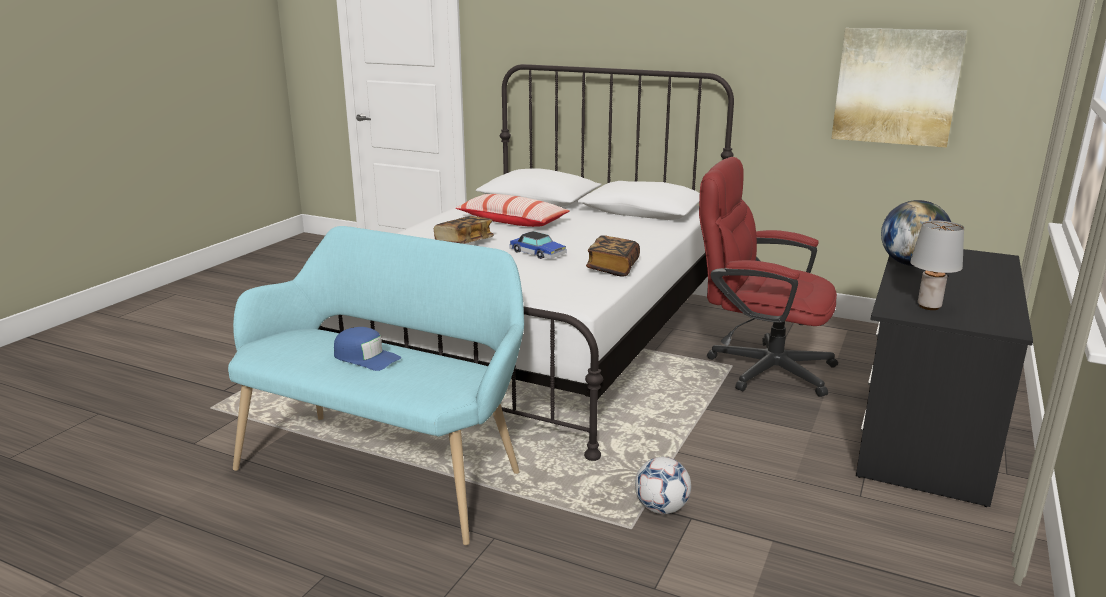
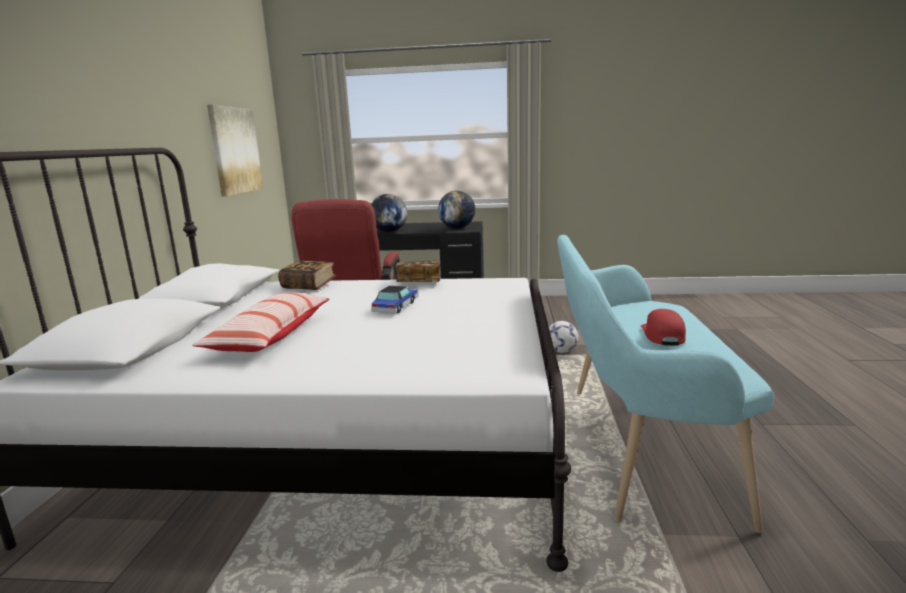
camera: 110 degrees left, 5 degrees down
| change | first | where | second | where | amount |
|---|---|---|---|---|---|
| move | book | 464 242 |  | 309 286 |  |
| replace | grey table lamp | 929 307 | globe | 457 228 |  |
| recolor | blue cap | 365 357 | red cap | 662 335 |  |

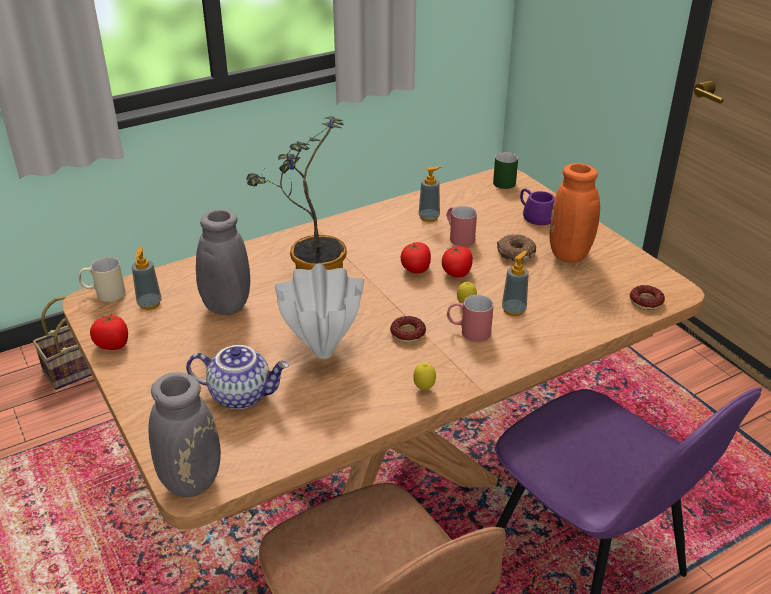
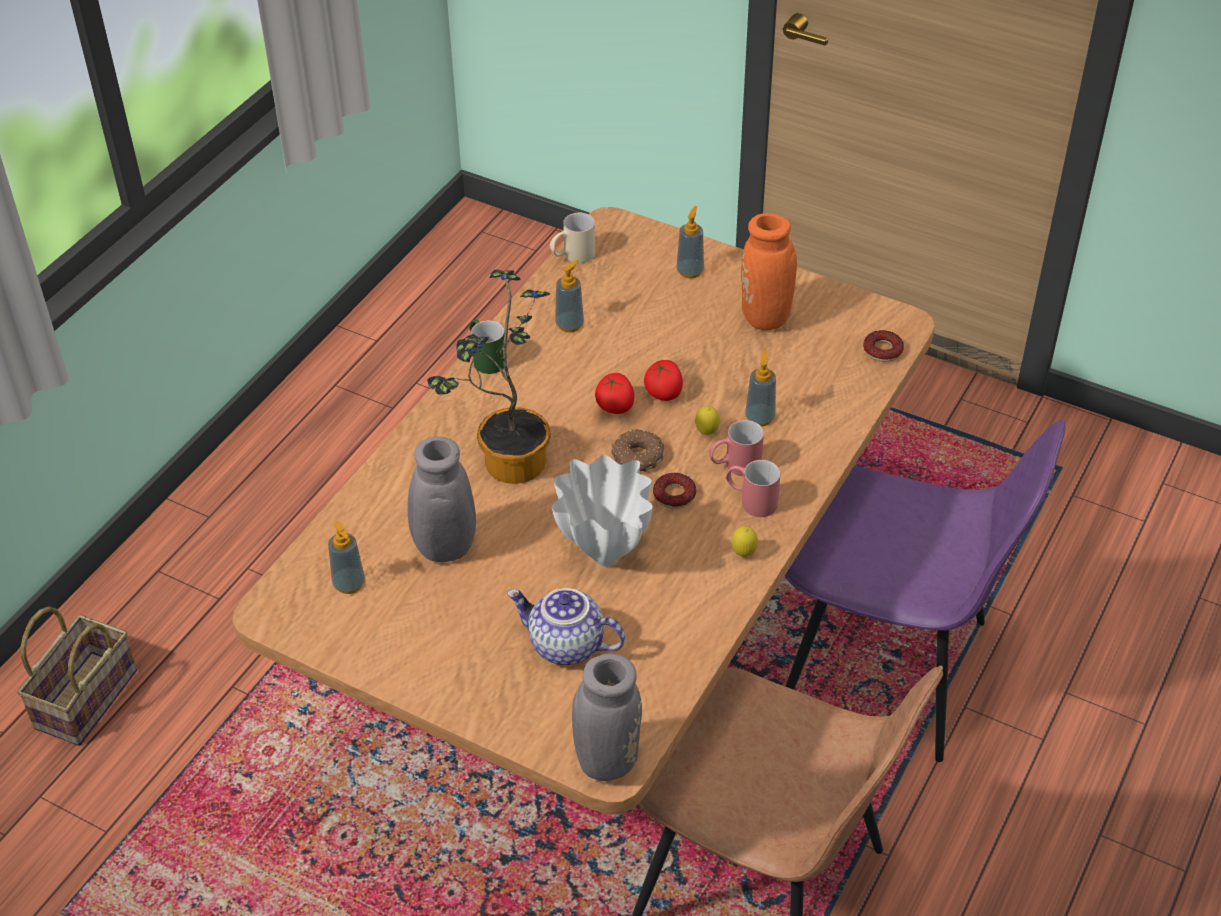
camera: 30 degrees left, 10 degrees up
| change | first | where | second | where | amount |
|---|---|---|---|---|---|
| delete | tomato | 113 344 |  |  |  |
| move | beige mug | 103 294 |  | 572 256 |  |
| move | red mug | 458 237 |  | 751 500 |  |
| move | green mug | 503 180 |  | 486 357 |  |
| move | donut | 515 253 |  | 637 457 |  |
| replace | purple mug | 538 214 | soap dispenser | 690 271 |  |
| rotate | teapot | 241 394 |  | 565 646 | 135 degrees counterclockwise |

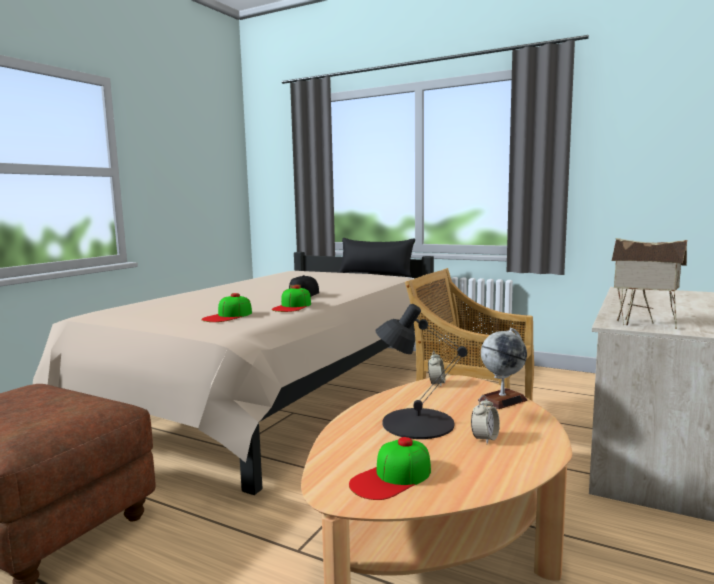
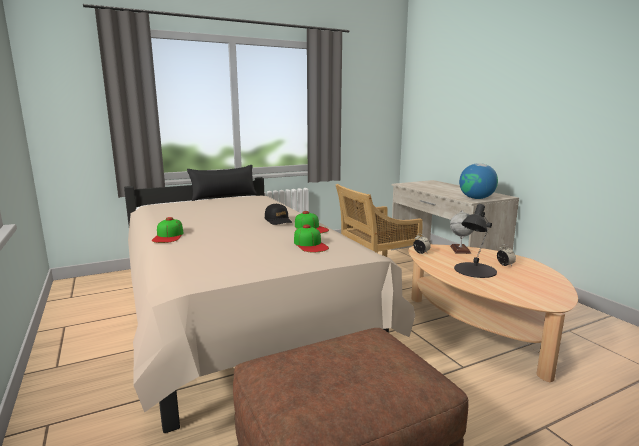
camera: 55 degrees left, 5 degrees up
| change | first | where | second | where | amount |
|---|---|---|---|---|---|
| move | cap | 392 477 |  | 168 236 |  |
| replace | toy house | 644 324 | globe | 476 198 |  |

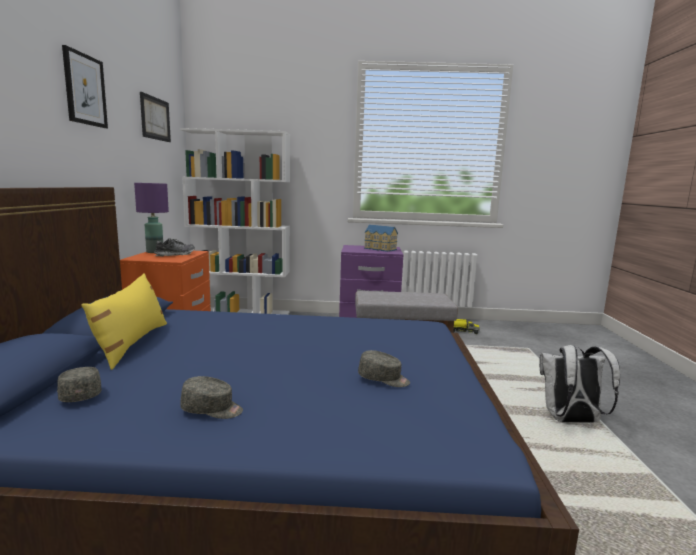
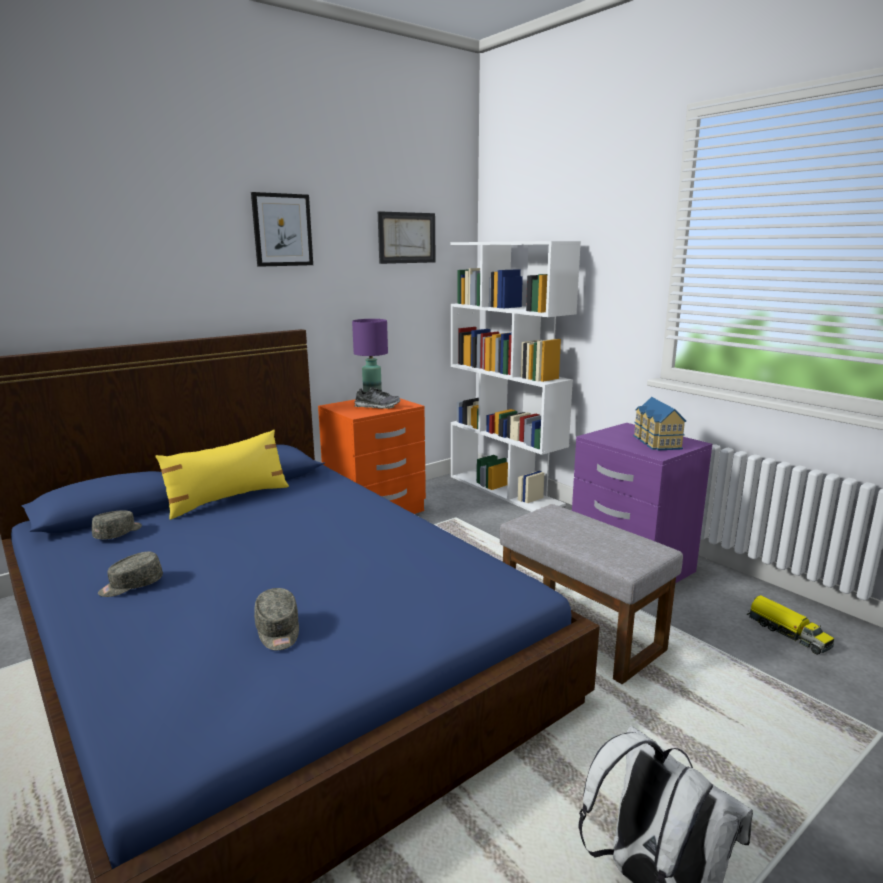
camera: 50 degrees right, 5 degrees up
| change | first | where | second | where | amount |
|---|---|---|---|---|---|
| rotate | grey cap | 212 409 |  | 131 585 | 90 degrees clockwise |

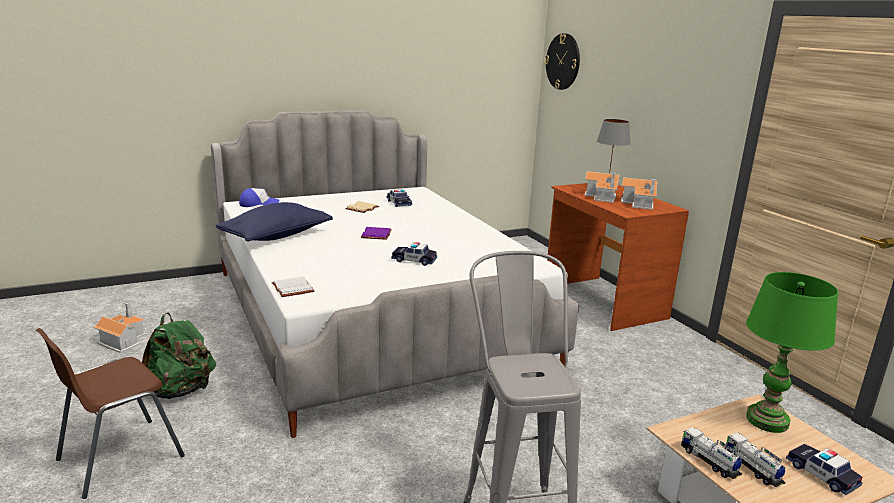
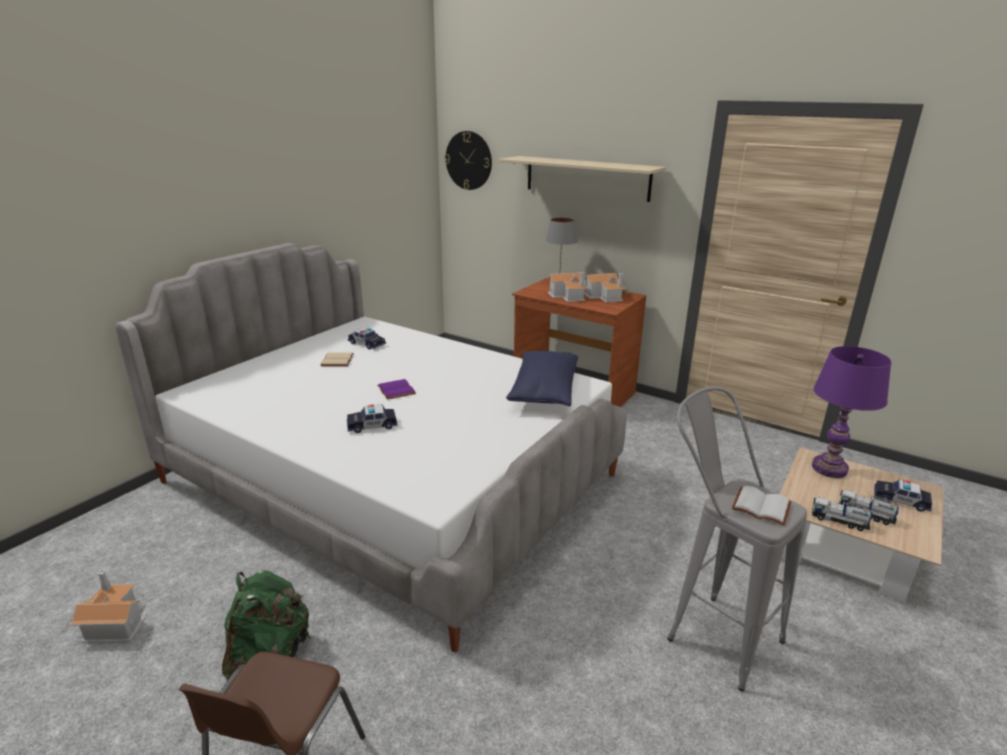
camera: 30 degrees left, 5 degrees up
| change | first | where | second | where | amount |
|---|---|---|---|---|---|
| delete | cap | 259 204 |  |  |  |
| insert |  |  | beige shelf | 587 178 |  |
| move | blue pillow | 276 236 |  | 544 391 |  |
| move | white book | 291 288 |  | 760 507 |  |
| move | toy car | 414 260 |  | 372 425 |  |
| recolor | green table lamp | 766 421 | purple table lamp | 829 469 |  |

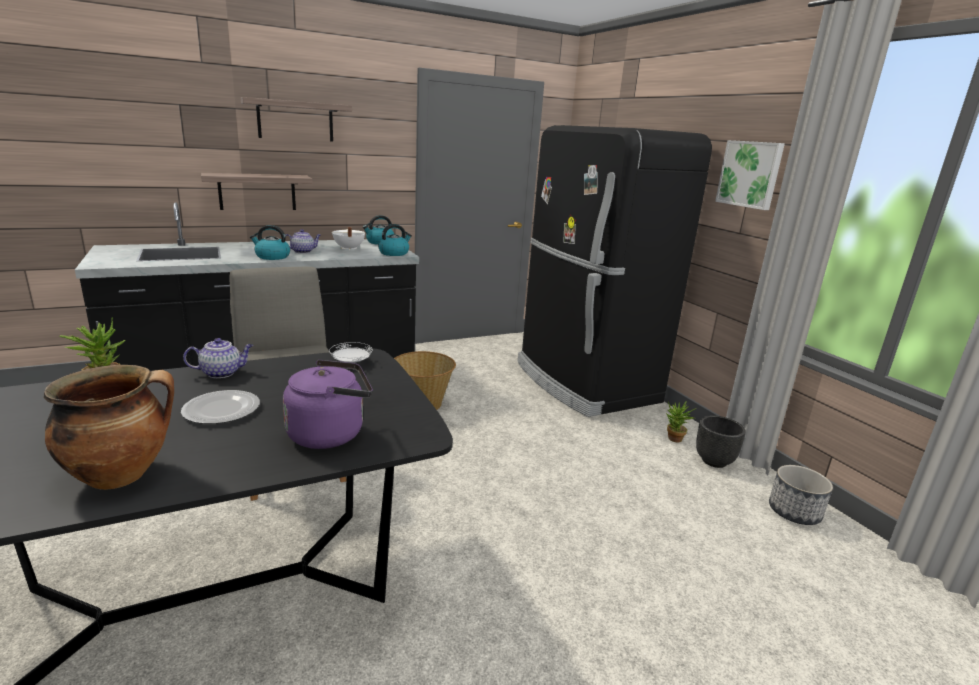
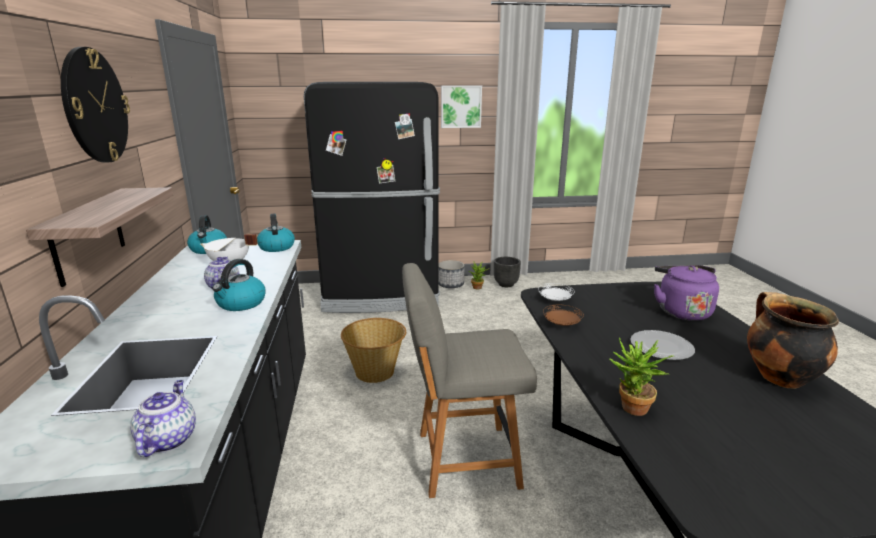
camera: 70 degrees left, 0 degrees up
| change | first | where | second | where | amount |
|---|---|---|---|---|---|
| insert |  |  | brown plate | 561 324 |  |
| move | teapot | 222 373 |  | 168 439 |  |
| move | planter | 793 512 |  | 450 285 |  |
| replace | shelf | 295 120 | wall clock | 95 106 |  |

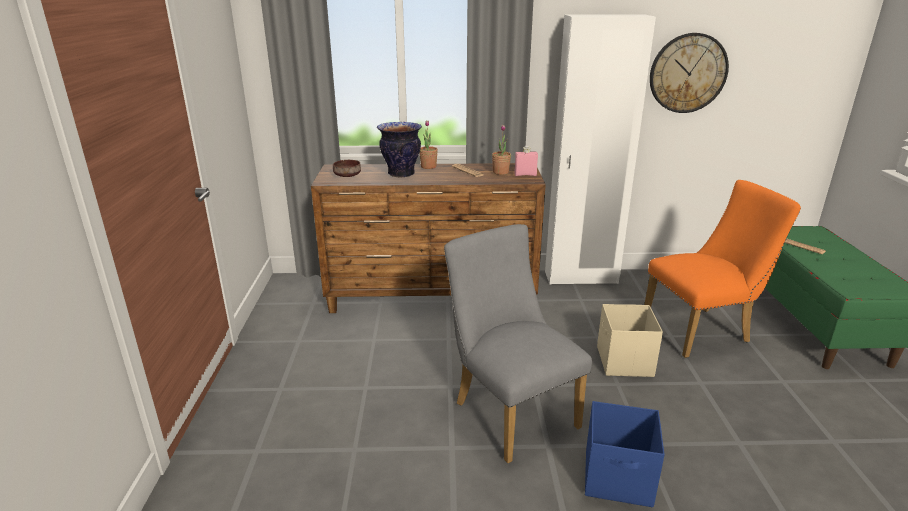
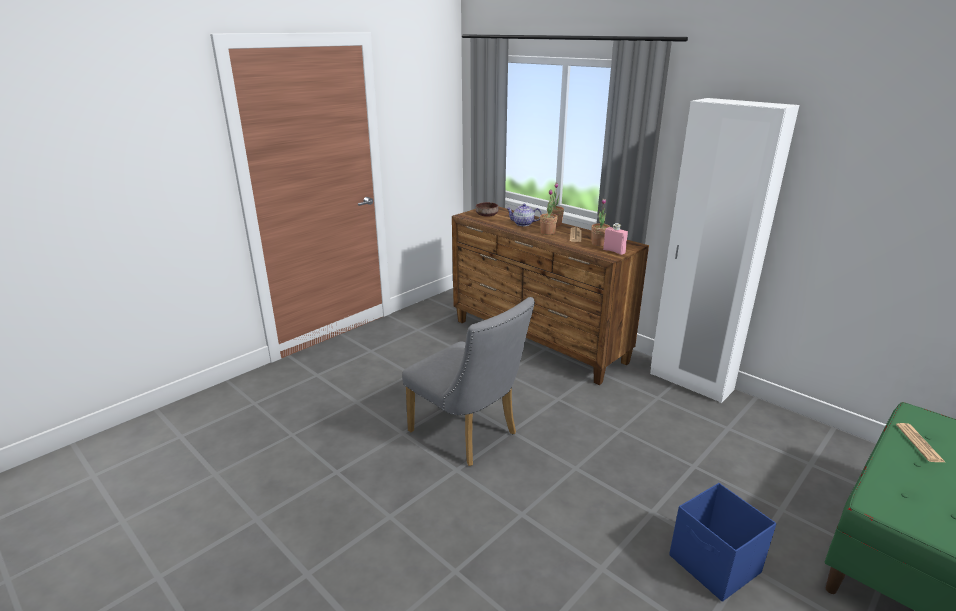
camera: 45 degrees right, 0 degrees up
| change | first | where | second | where | amount |
|---|---|---|---|---|---|
| delete | beige storage box | 624 362 |  |  |  |
| delete | orange chair | 702 331 |  |  |  |
| delete | wall clock | 688 73 |  |  |  |
| insert |  |  | potted plant | 547 232 |  |
| move | blue storage box | 619 479 |  | 714 565 |  |
| replace | vase | 401 174 | teapot | 523 224 |  |
| rotate | grey chair | 510 410 |  | 469 436 | 120 degrees clockwise |

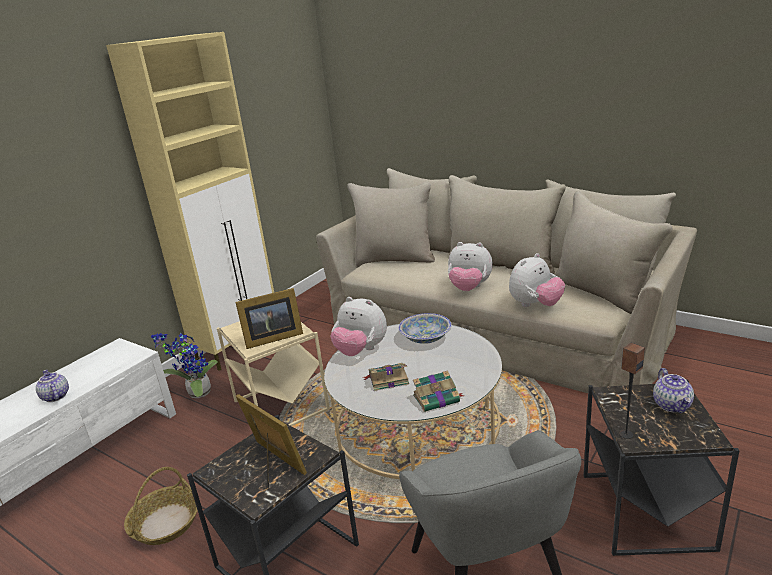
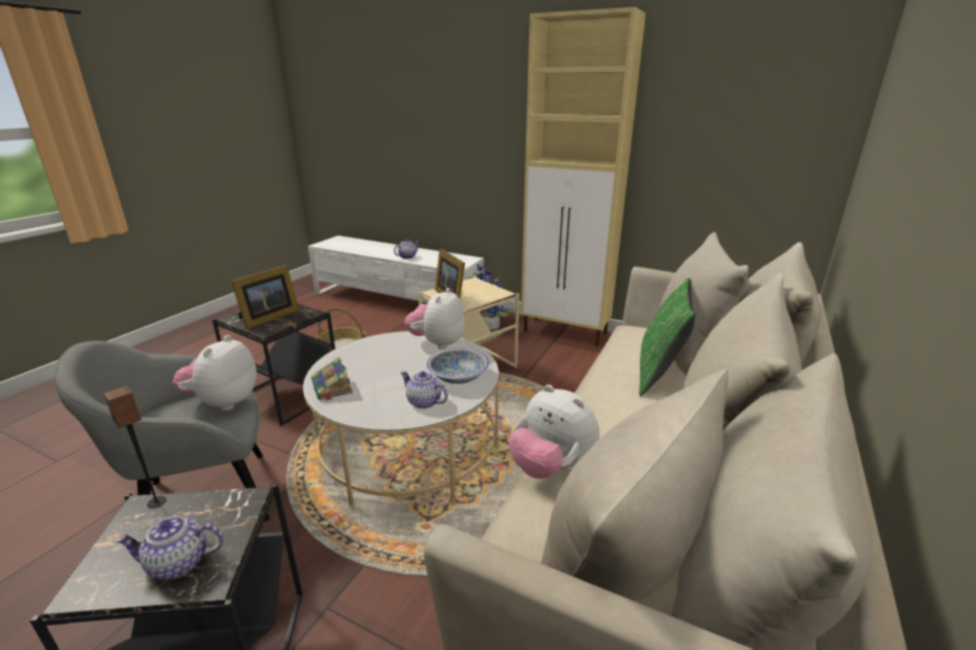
camera: 80 degrees right, 0 degrees up
| change | first | where | second | where | amount |
|---|---|---|---|---|---|
| delete | book | 387 379 |  |  |  |
| insert |  |  | teapot | 423 402 |  |
| insert |  |  | green pillow | 659 373 |  |
| move | plush toy | 469 288 |  | 223 402 |  |

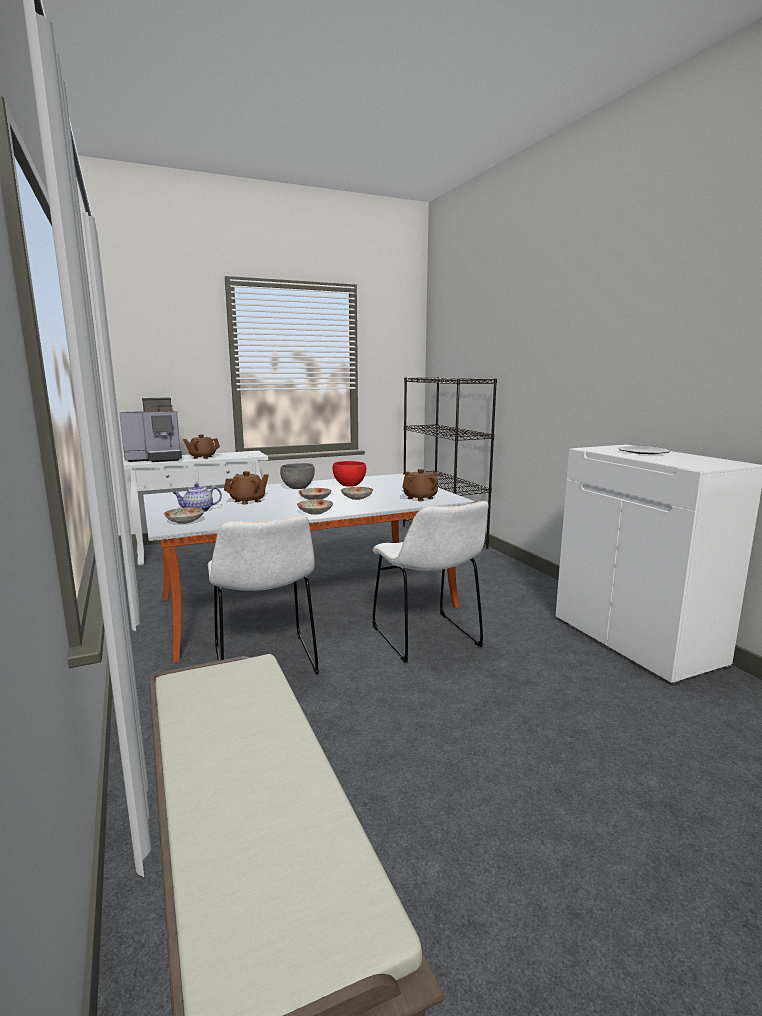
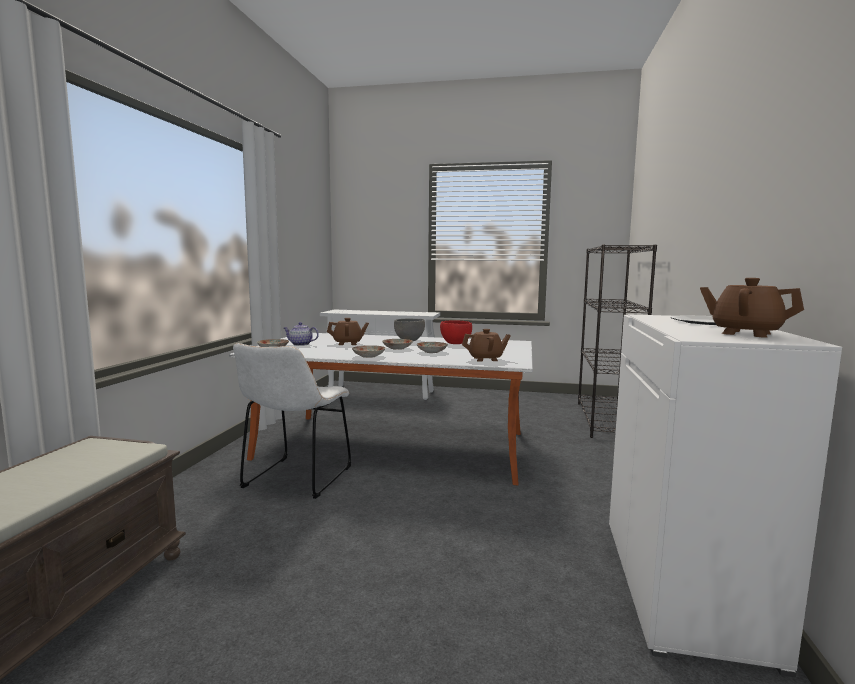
camera: 35 degrees right, 5 degrees down
| change | first | where | second | where | amount |
|---|---|---|---|---|---|
| delete | coffee machine | 155 459 |  |  |  |
| delete | white chair | 428 639 |  |  |  |
| move | brown teapot | 202 457 |  | 745 333 |  |

